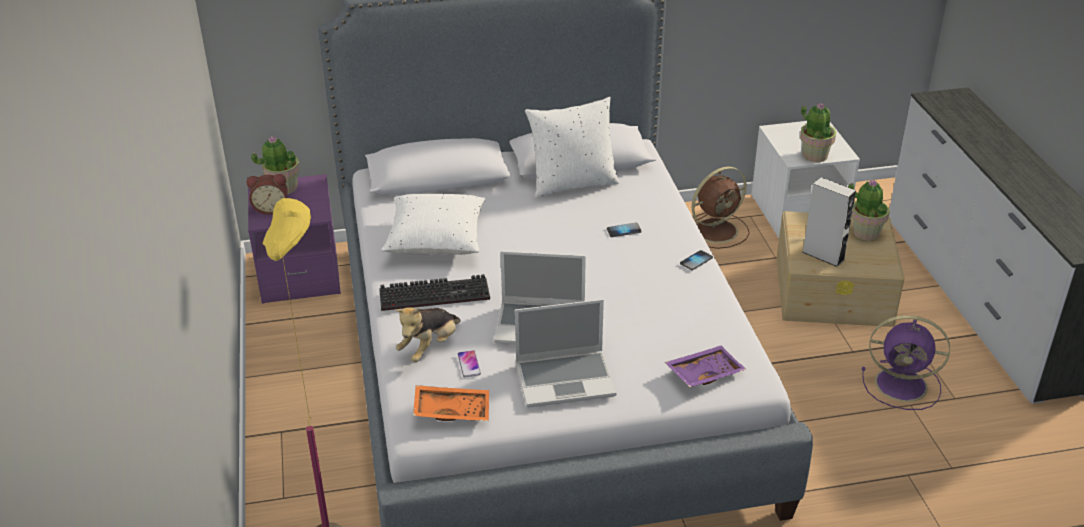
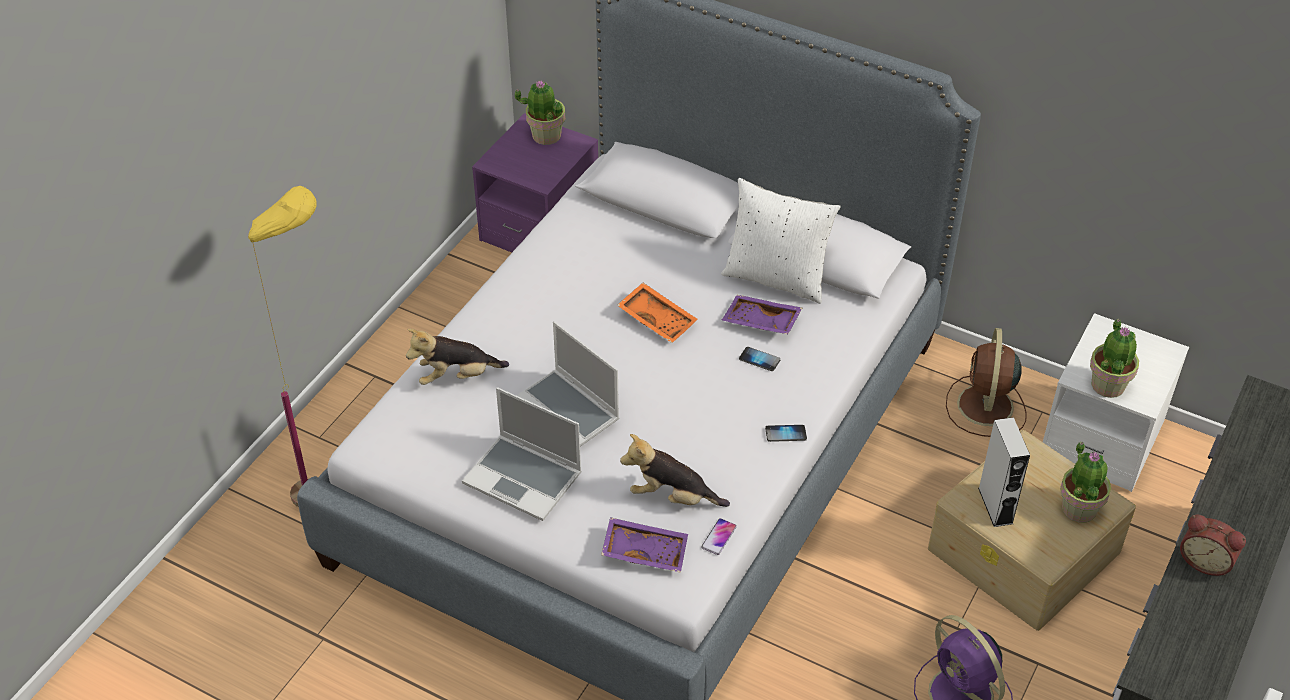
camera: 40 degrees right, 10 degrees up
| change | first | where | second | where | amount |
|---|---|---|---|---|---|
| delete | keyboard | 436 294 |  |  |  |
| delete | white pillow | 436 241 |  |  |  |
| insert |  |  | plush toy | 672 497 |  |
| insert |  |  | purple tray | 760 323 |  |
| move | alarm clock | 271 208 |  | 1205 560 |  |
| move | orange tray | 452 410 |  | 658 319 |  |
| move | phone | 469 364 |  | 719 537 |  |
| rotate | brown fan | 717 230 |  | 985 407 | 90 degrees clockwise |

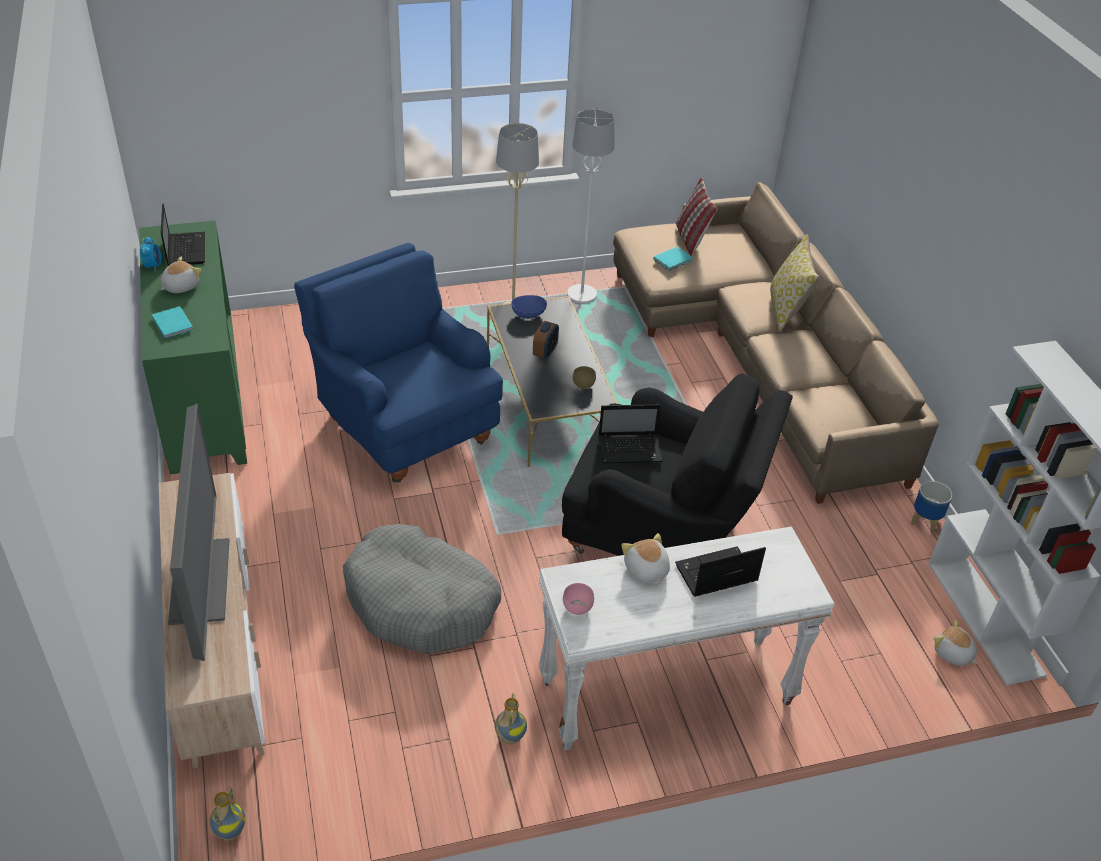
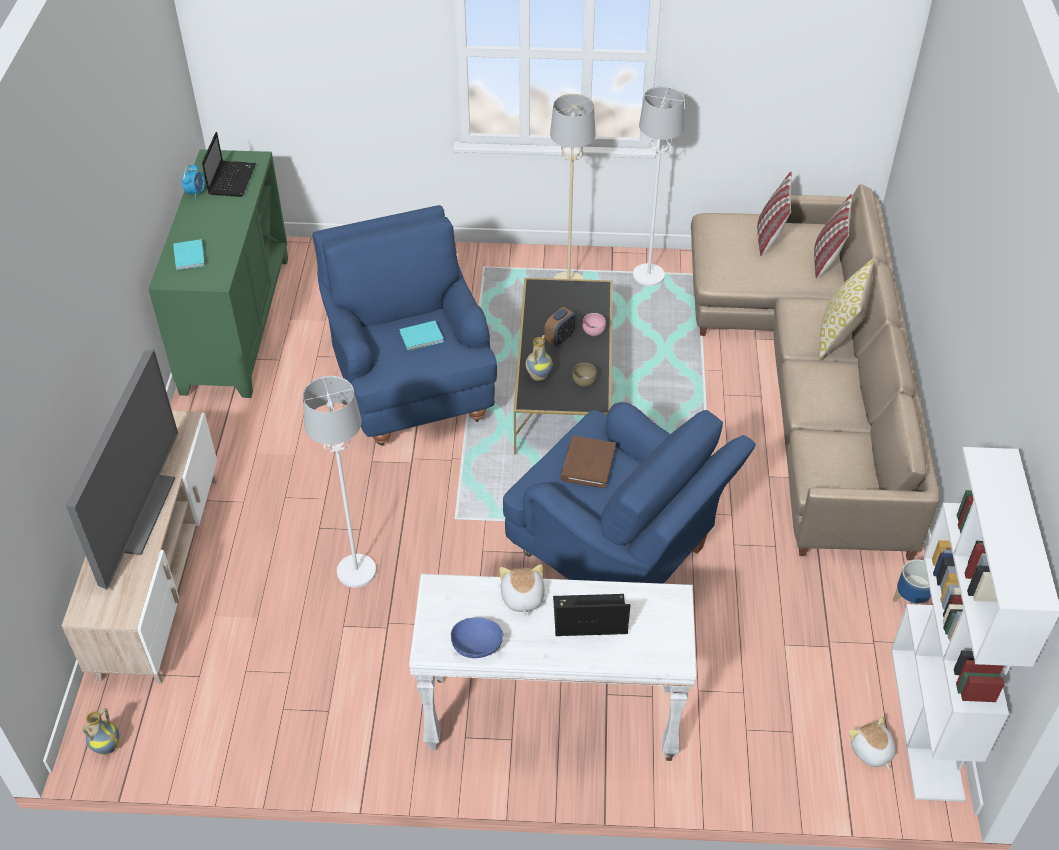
camera: 20 degrees right, 5 degrees up
| change | first | where | second | where | amount |
|---|---|---|---|---|---|
| delete | plush toy | 180 286 |  |  |  |
| insert |  |  | pillow | 827 259 |  |
| move | vase | 509 737 |  | 538 376 |  |
| move | blue bowl | 528 314 |  | 477 646 |  |
| move | pink bowl | 576 608 |  | 592 332 |  |
| move | turquoise book | 674 260 |  | 423 337 |  |
| replace | grey dog bed | 421 602 | white floor lamp | 356 571 |  |
| replace | laptop | 631 449 | brown book | 587 464 |  |
| recolor | black armchair | 661 536 | blue armchair | 618 556 |  |

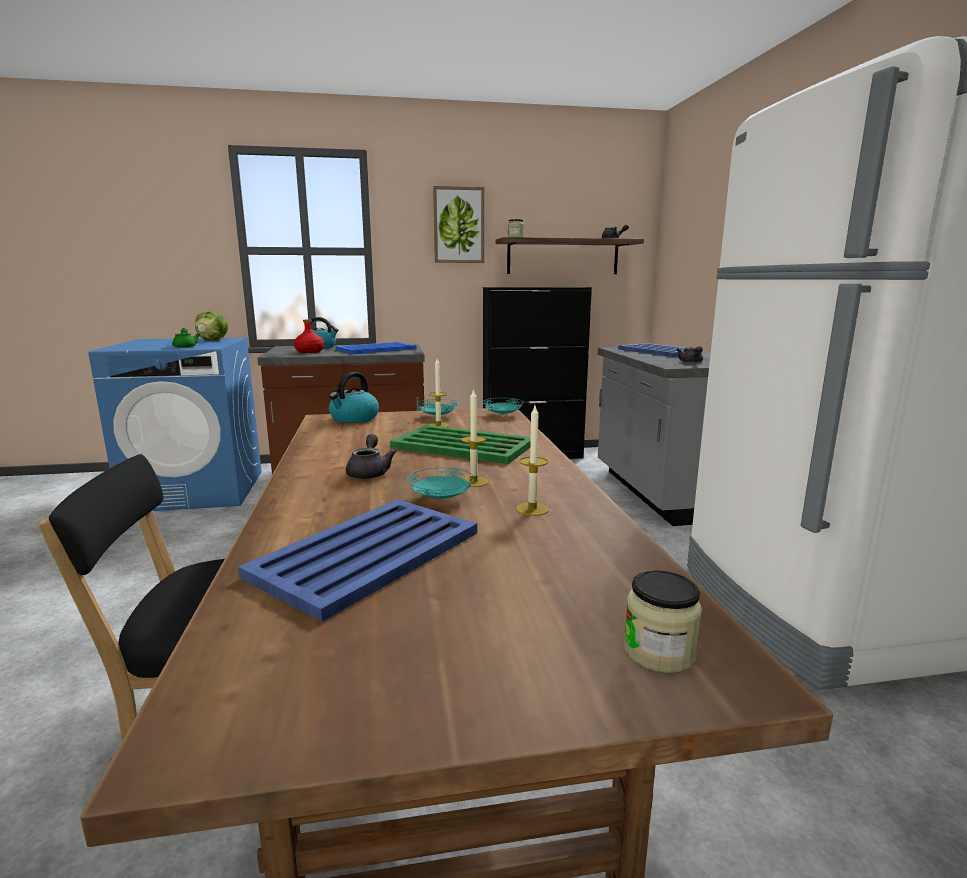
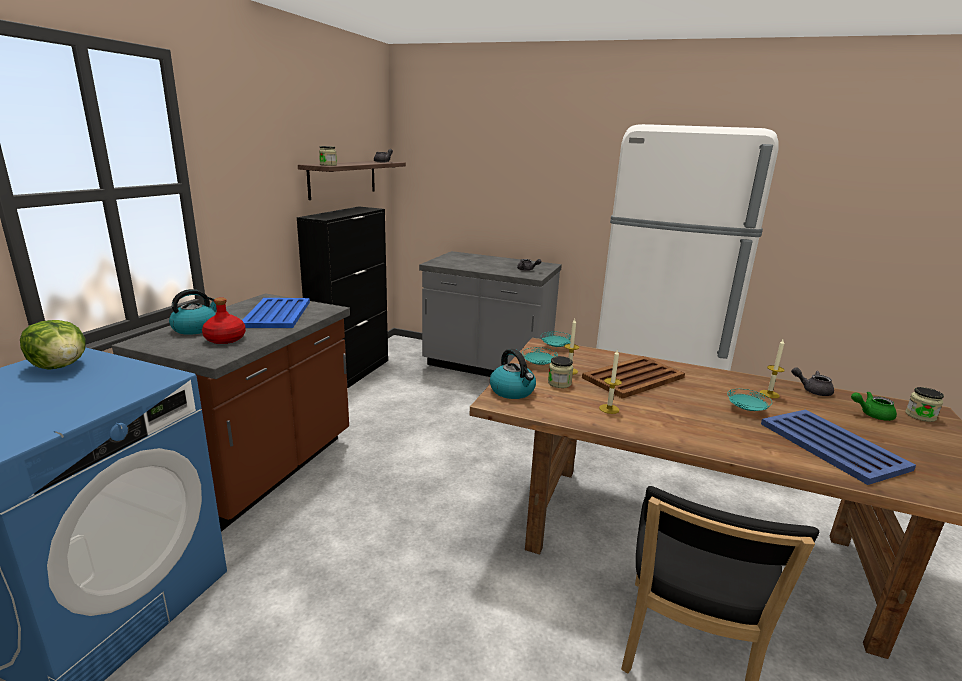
camera: 60 degrees left, 5 degrees up
| change | first | where | second | where | amount |
|---|---|---|---|---|---|
| delete | picture | 458 225 |  |  |  |
| delete | blue tray | 658 351 |  |  |  |
| insert |  |  | jar | 559 383 |  |
| move | green teapot | 185 346 |  | 871 414 |  |
| move | grey teapot | 369 472 |  | 812 390 |  |
| move | candle | 473 482 |  | 609 409 |  |
| recolor | green tray | 462 445 | brown tray | 632 378 |  |

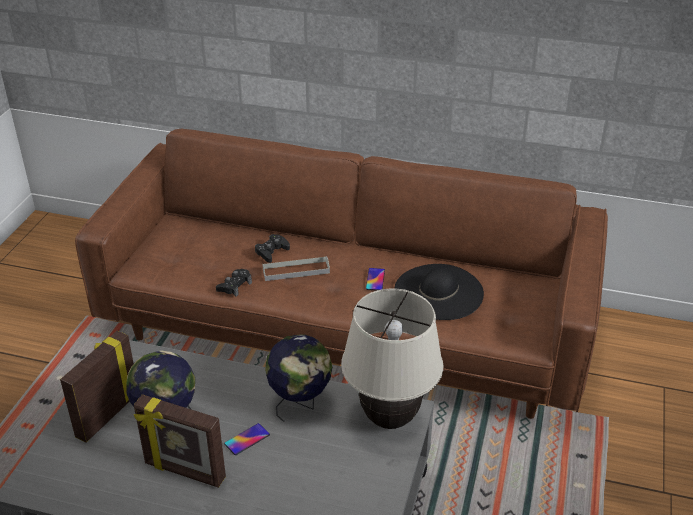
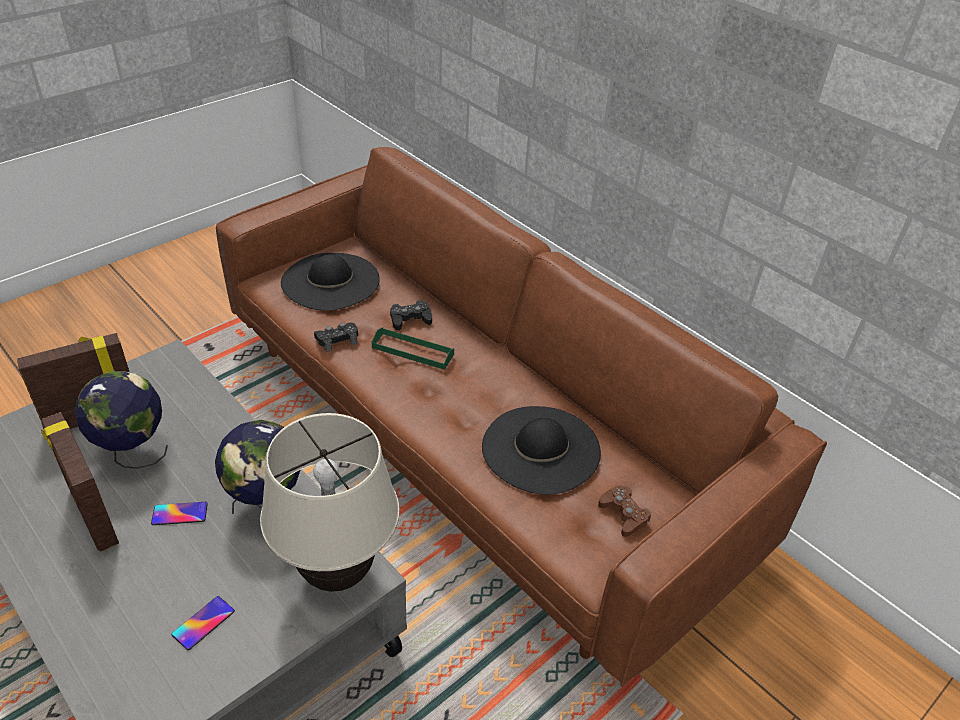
camera: 30 degrees right, 5 degrees up
| change | first | where | second | where | amount |
|---|---|---|---|---|---|
| insert |  |  | black hat | 330 281 |  |
| insert |  |  | brown game controller | 624 514 |  |
| move | phone | 375 279 |  | 203 623 |  |
| recolor | grey tray | 296 271 | green tray | 412 351 |  |

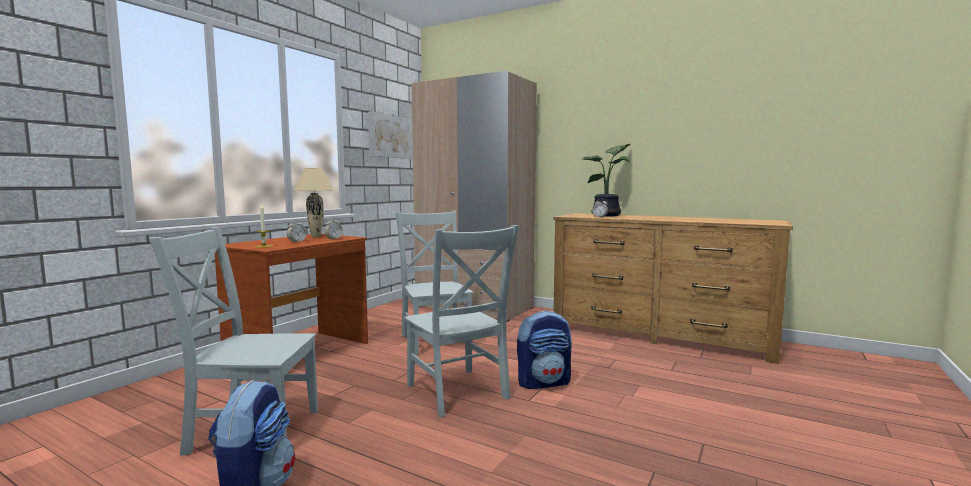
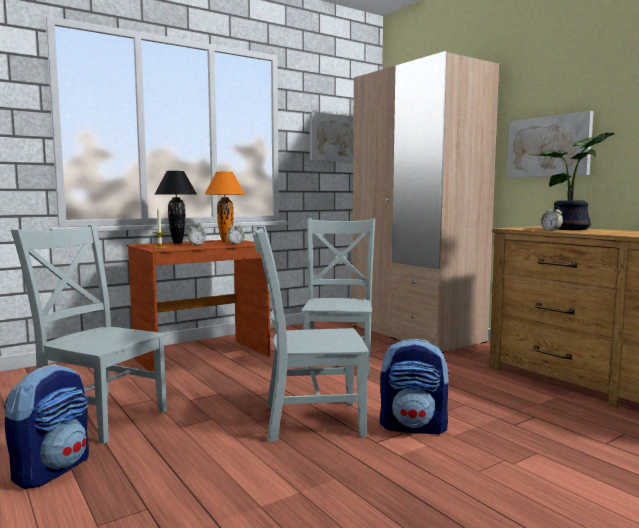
camera: 25 degrees right, 0 degrees up
| change | first | where | second | where | amount |
|---|---|---|---|---|---|
| insert |  |  | black table lamp | 177 243 |  |
| insert |  |  | picture | 548 146 |  |
| recolor | beige table lamp | 316 237 | orange table lamp | 226 241 |  |
| rotate | grey chair | 458 393 |  | 308 420 | 90 degrees clockwise |

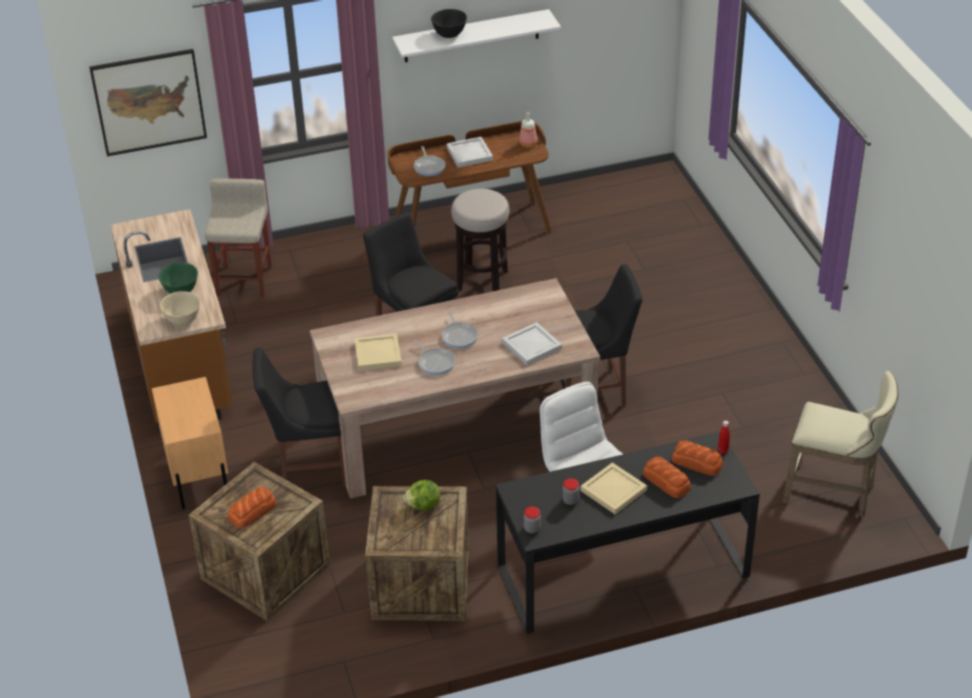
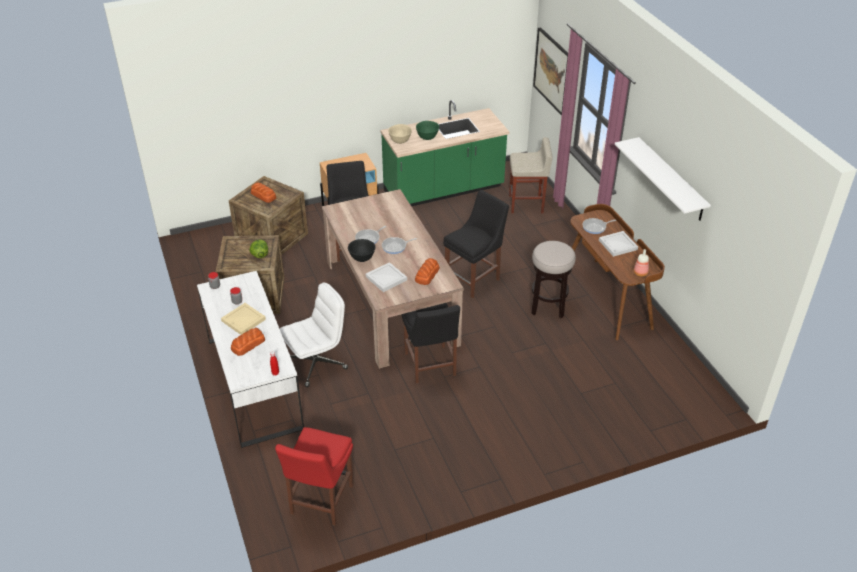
camera: 85 degrees right, 0 degrees up
| change | first | where | second | where | amount |
|---|---|---|---|---|---|
| delete | beige tray | 378 353 |  |  |  |
| move | black bowl | 449 34 |  | 362 258 |  |
| move | bread | 697 463 |  | 426 275 |  |
| replace | beige stool | 833 494 | red chair | 320 502 |  |
| recolor | brown counter | 182 363 | green counter | 444 190 |  |
| recolor | black desk | 623 571 | white desk | 254 383 |  |

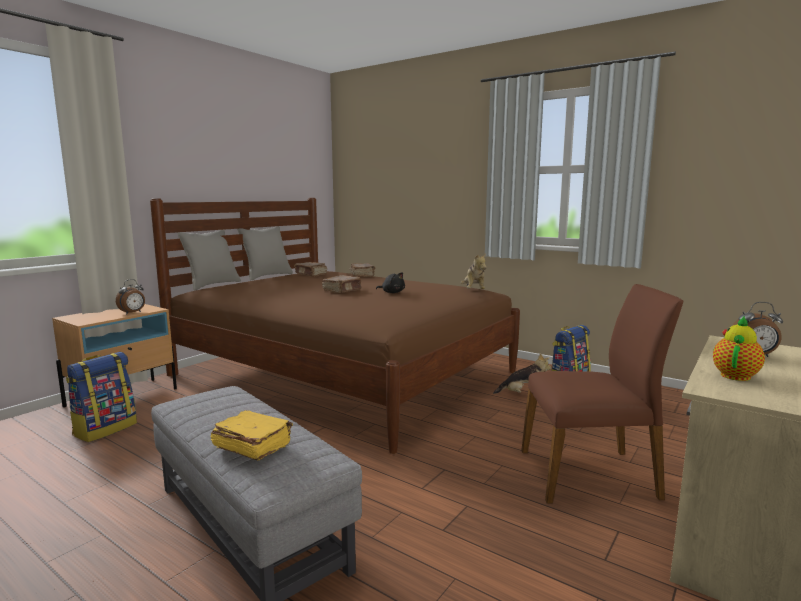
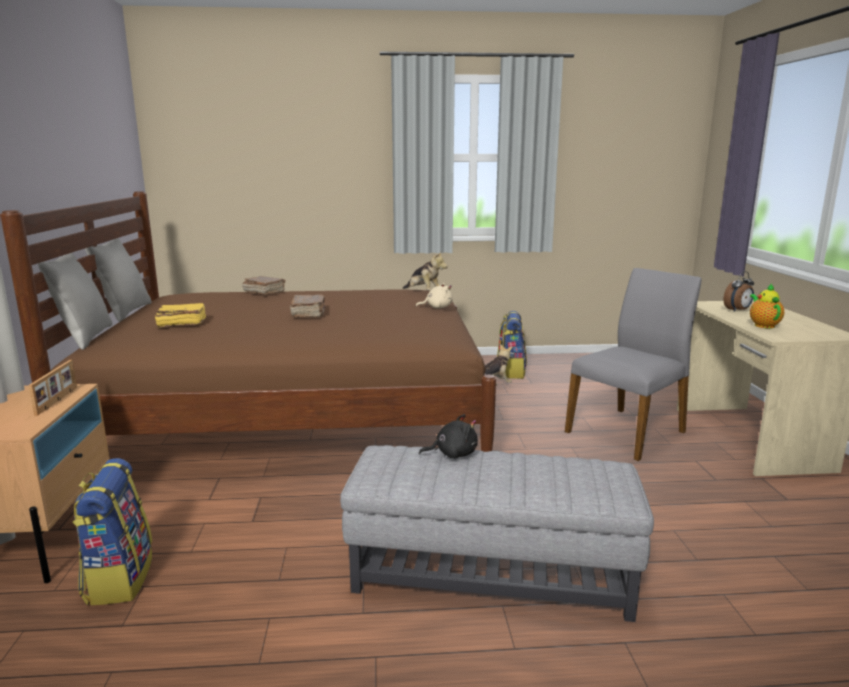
camera: 40 degrees left, 5 degrees up
| change | first | where | second | where | amount |
|---|---|---|---|---|---|
| delete | brown book | 311 274 |  |  |  |
| insert |  |  | beige plush toy | 437 307 |  |
| move | yellow book | 252 446 |  | 181 323 |  |
| move | black plush toy | 392 292 |  | 452 454 |  |
| replace | alarm clock | 133 313 | picture frame | 58 400 |  |
| recolor | brown chair | 589 474 | grey chair | 627 432 |  |

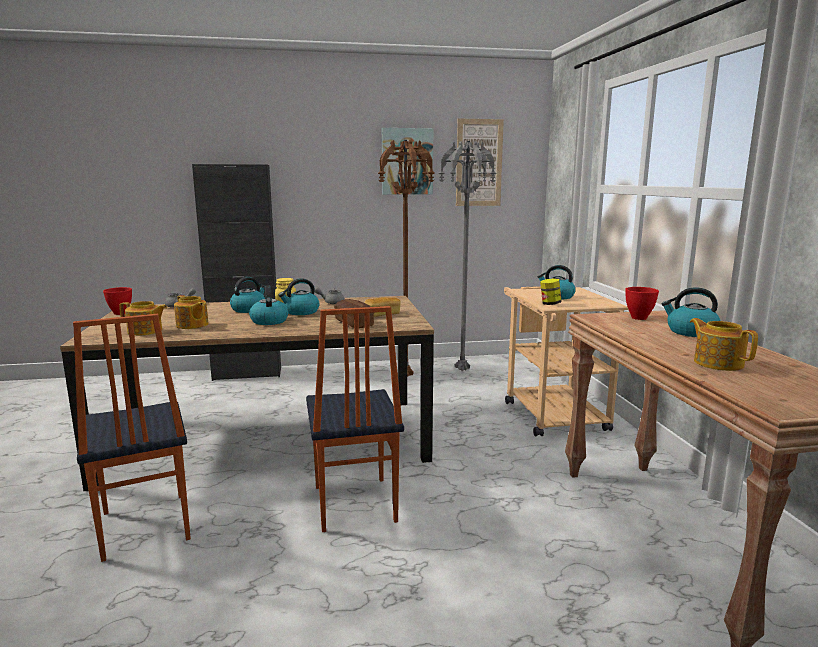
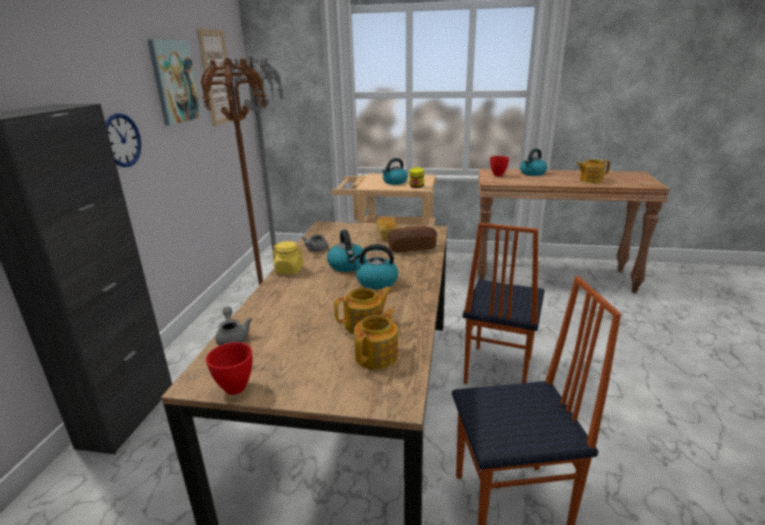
camera: 70 degrees left, 10 degrees up
| change | first | where | second | where | amount |
|---|---|---|---|---|---|
| delete | kettle | 249 309 |  |  |  |
| insert |  |  | wall clock | 122 140 |  |
| rotate | chair | 353 504 |  | 496 370 | 105 degrees clockwise |

